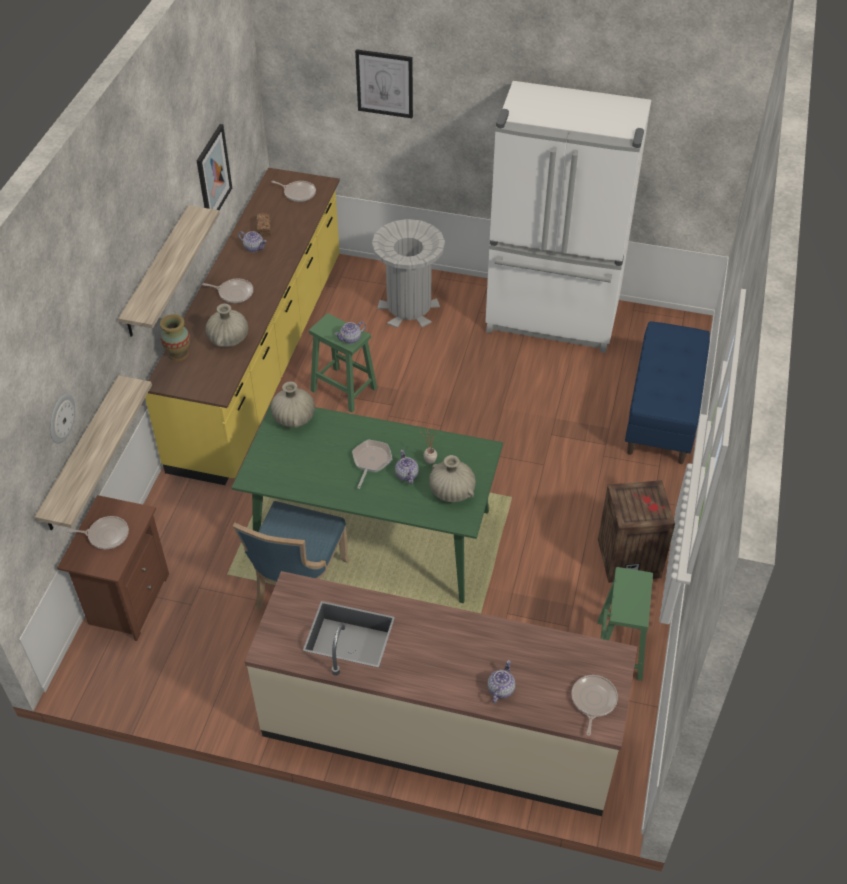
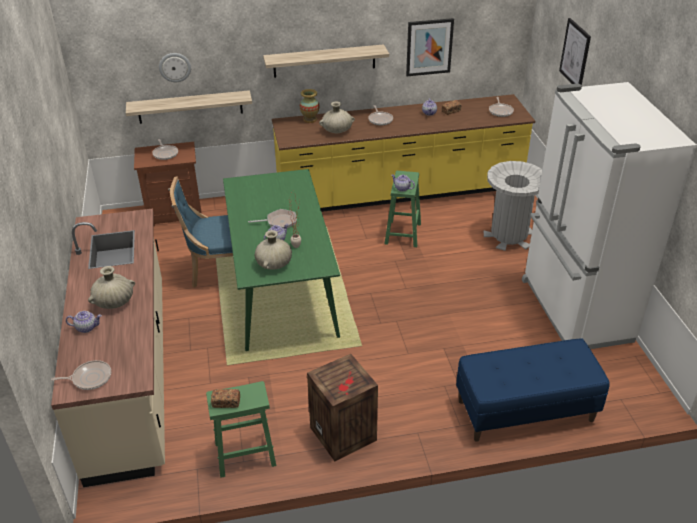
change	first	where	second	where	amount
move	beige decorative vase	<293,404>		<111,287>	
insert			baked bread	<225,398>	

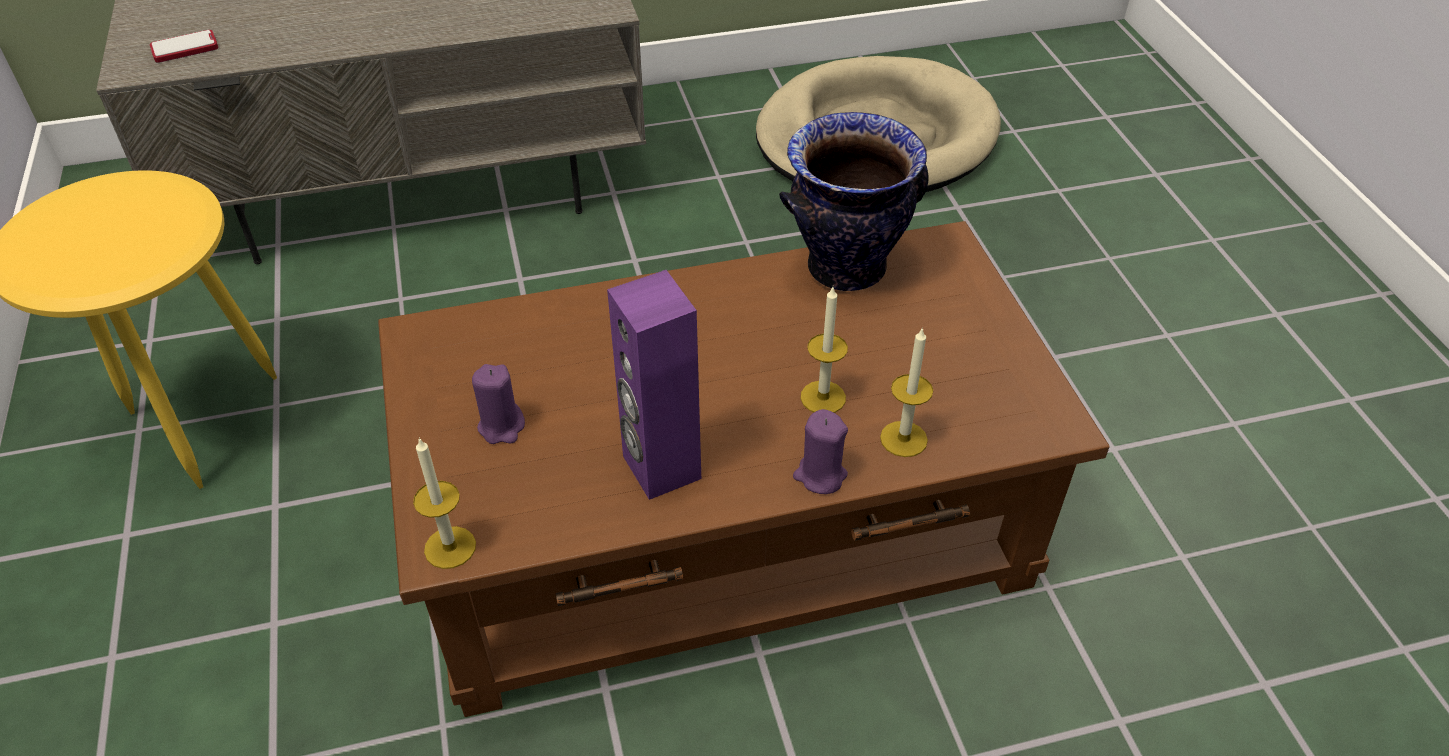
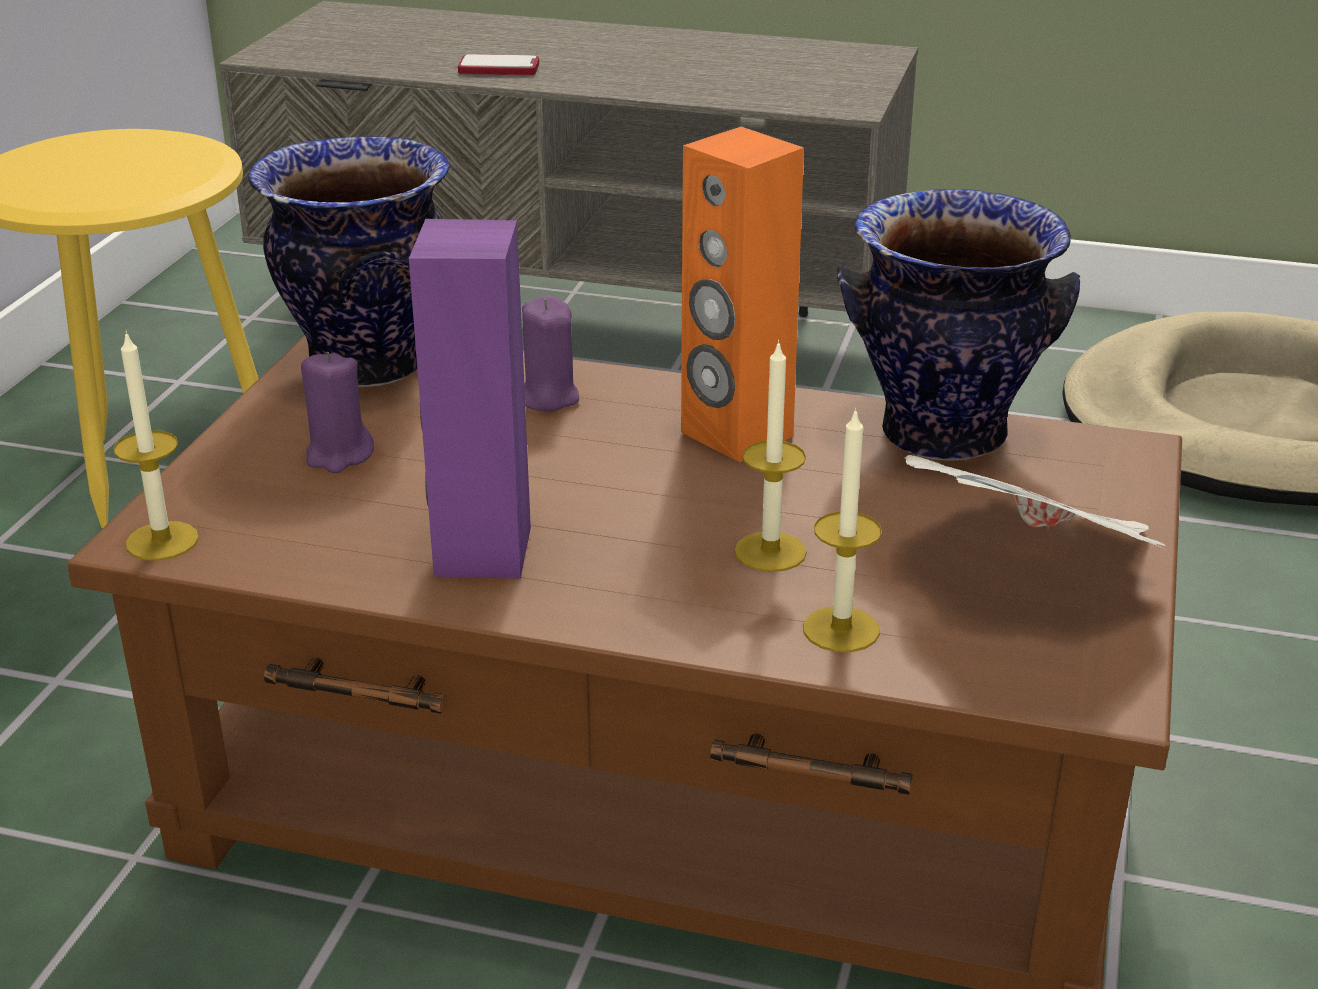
change	first	where	second	where	amount
insert			decorative vase	<349,261>	
move	telephone	<184,46>		<498,64>	
move	purple-coloured candle	<820,451>		<550,353>	
insert			orange-coloured speaker	<742,294>	
insert			printed paper	<1034,502>	

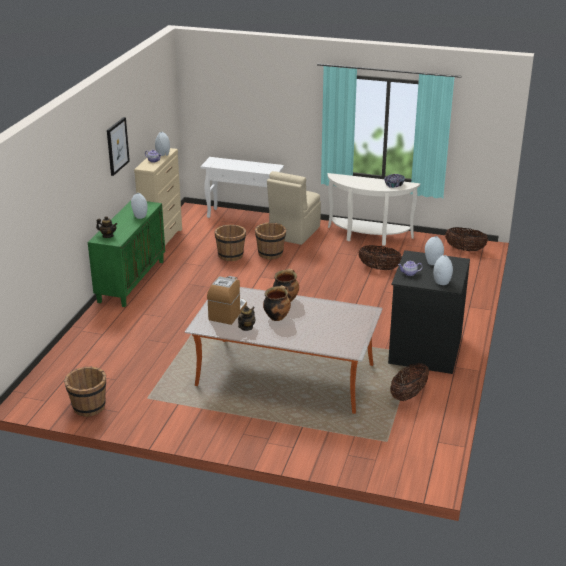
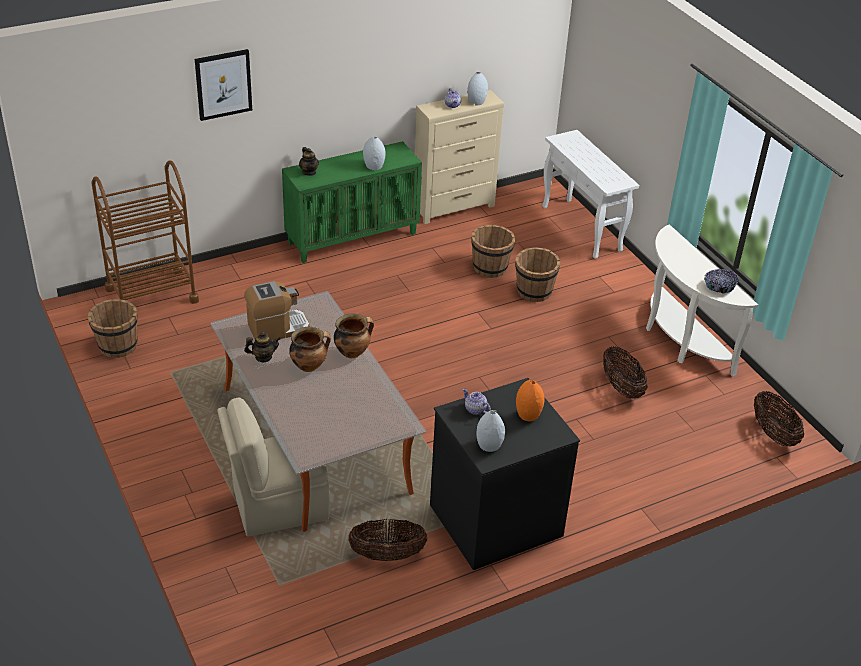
change	first	where	second	where	amount
insert			brownish cart	<145,232>	
move	wall art	<118,146>		<223,85>	
move	beige upright chair	<294,208>		<273,467>	
recolor	gray decorative vase	<434,250>	orange-coloured decorative vase	<530,400>	

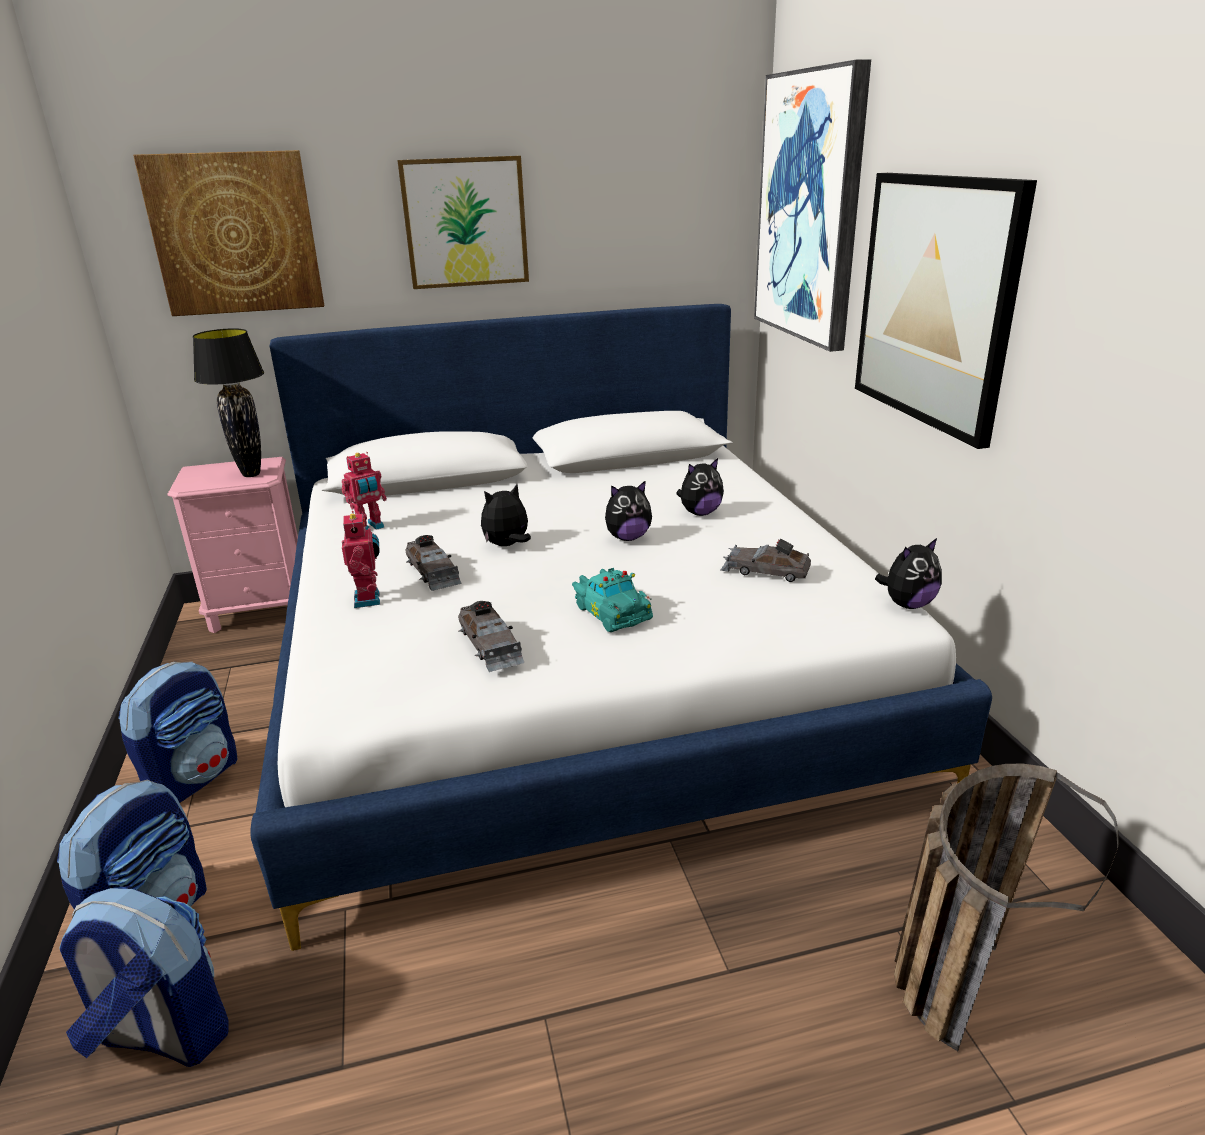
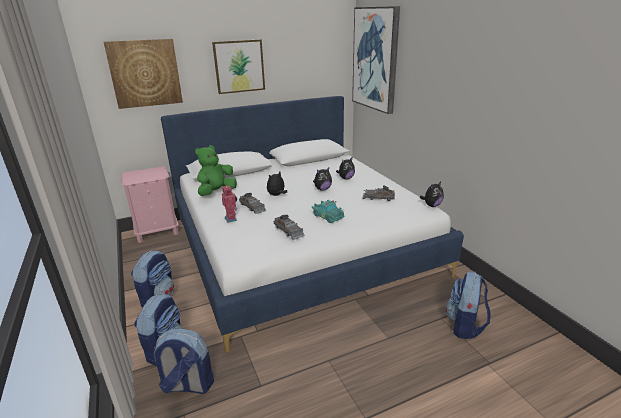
change	first	where	second	where	amount
replace	toy robot	<364,491>	green cuddly toy	<216,170>	
replace	household basket	<1006,907>	knapsack	<468,305>	
delete	black-coloured tabletop lamp	<228,402>			
delete	wall art	<946,311>			

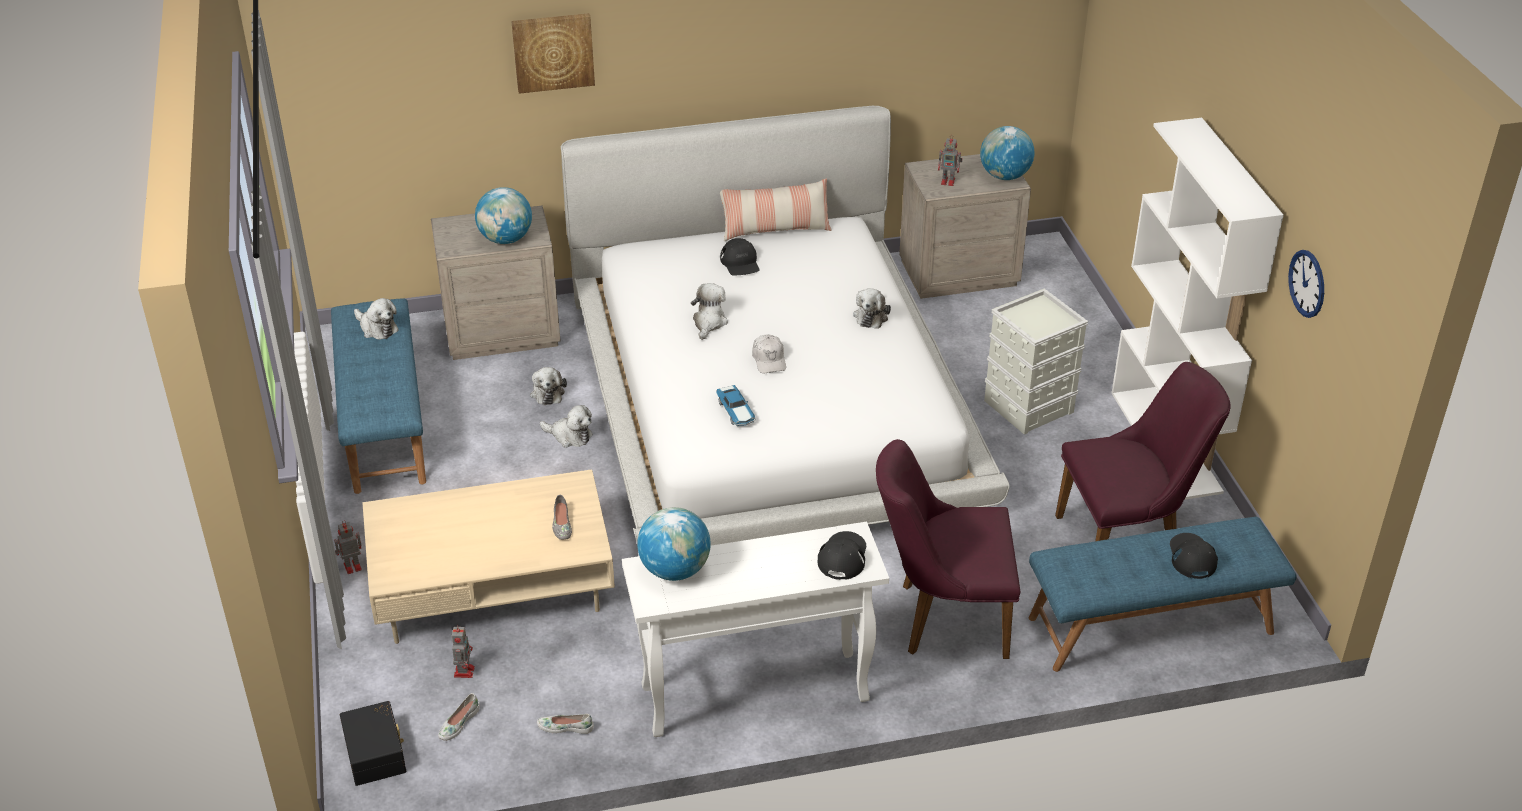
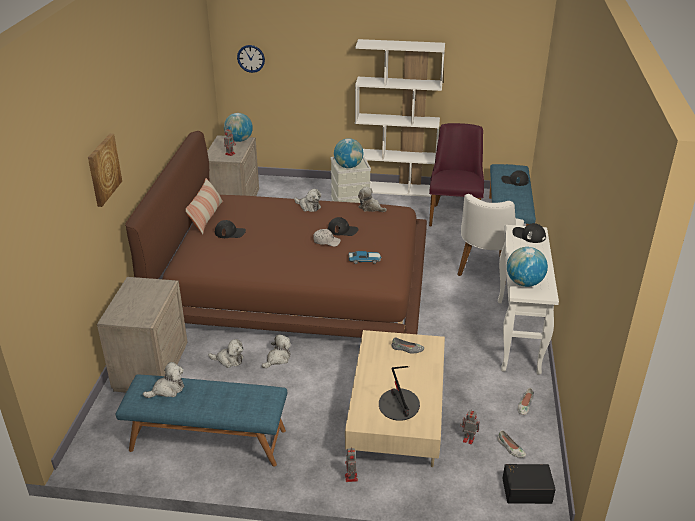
change	first	where	second	where	amount
recolor	white-coloured sleeping bed	<785,325>	brownish sleeping bed	<276,234>	
move	clock on the wall	<1306,284>		<251,59>	
insert			black-coloured cap	<343,226>	
move	world globe	<503,215>		<348,153>	
move	cuddly toy	<709,311>		<372,199>	
insert			tabletop lamp	<399,393>	
recolor	purple-coloured upright chair	<948,549>	white-coloured upright chair	<490,239>	

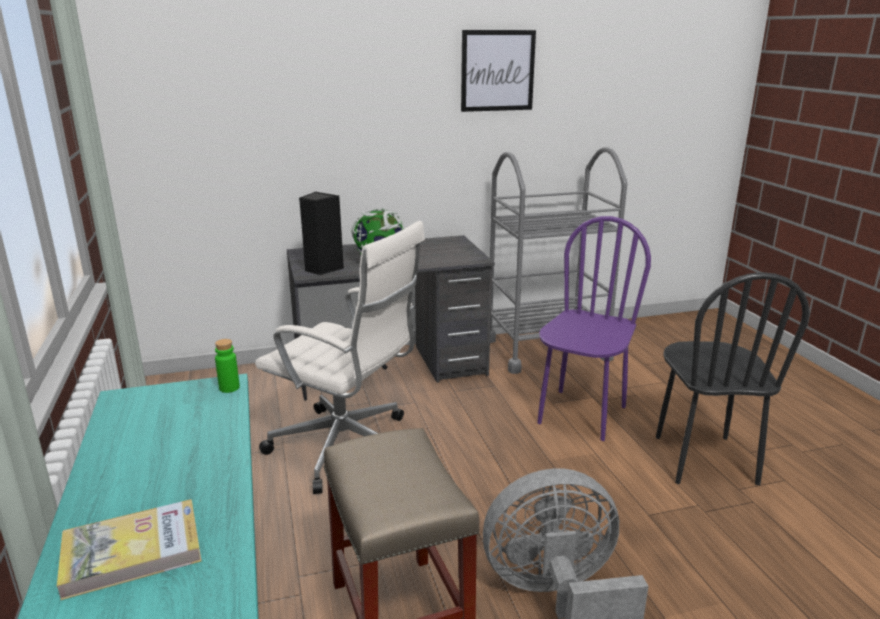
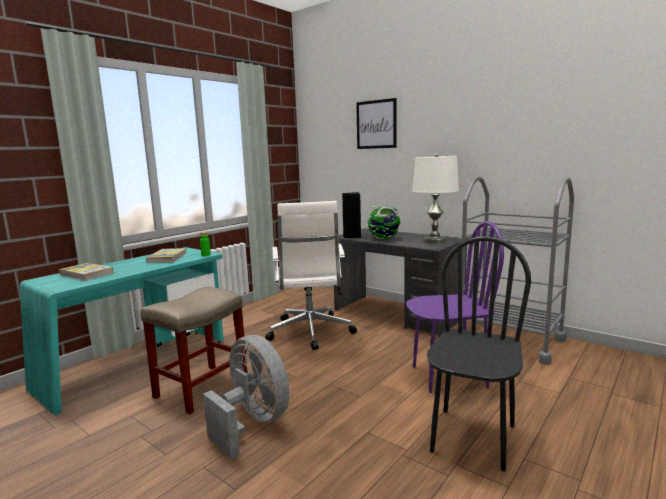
change	first	where	second	where	amount
insert			bound book	<166,255>	
move	wall art	<498,71>		<376,123>	
insert			white-coloured tabletop lamp	<435,198>	
rotate	black-coloured upright chair	<733,378>		<479,353>	150 degrees clockwise

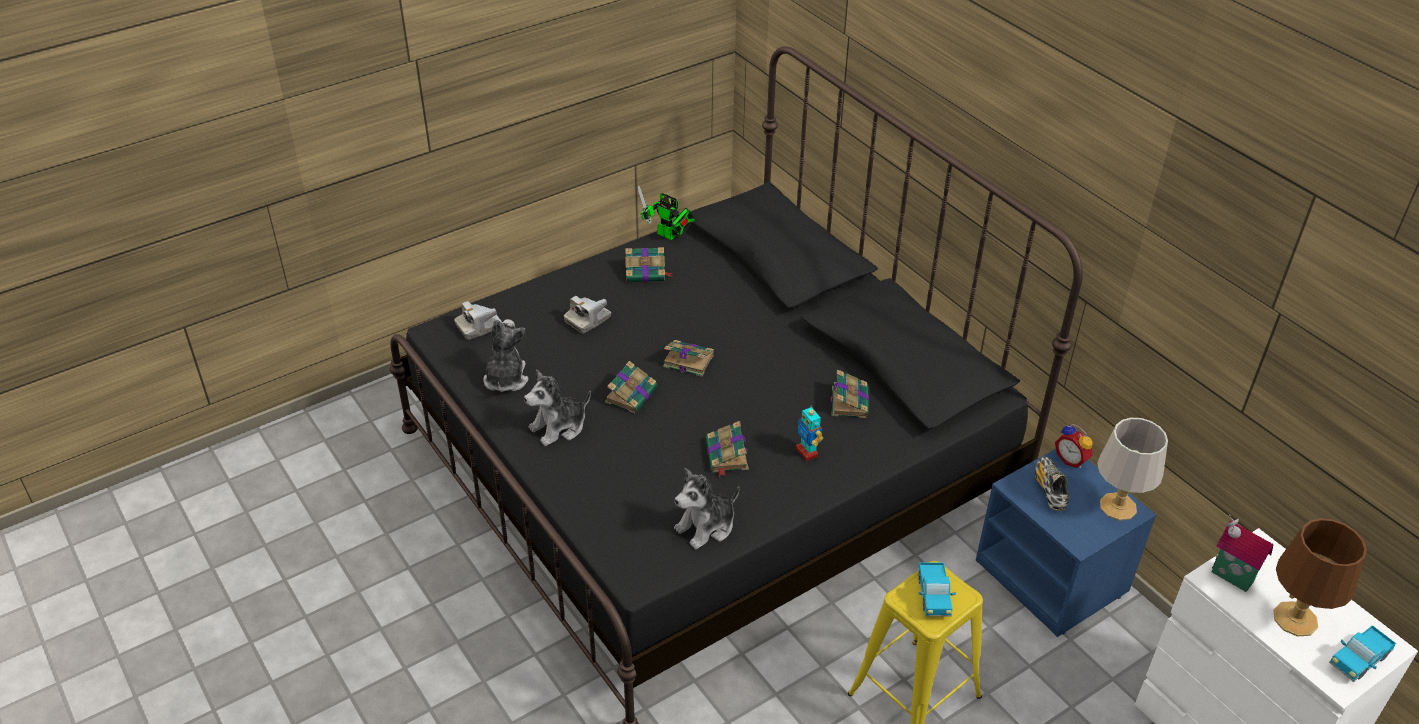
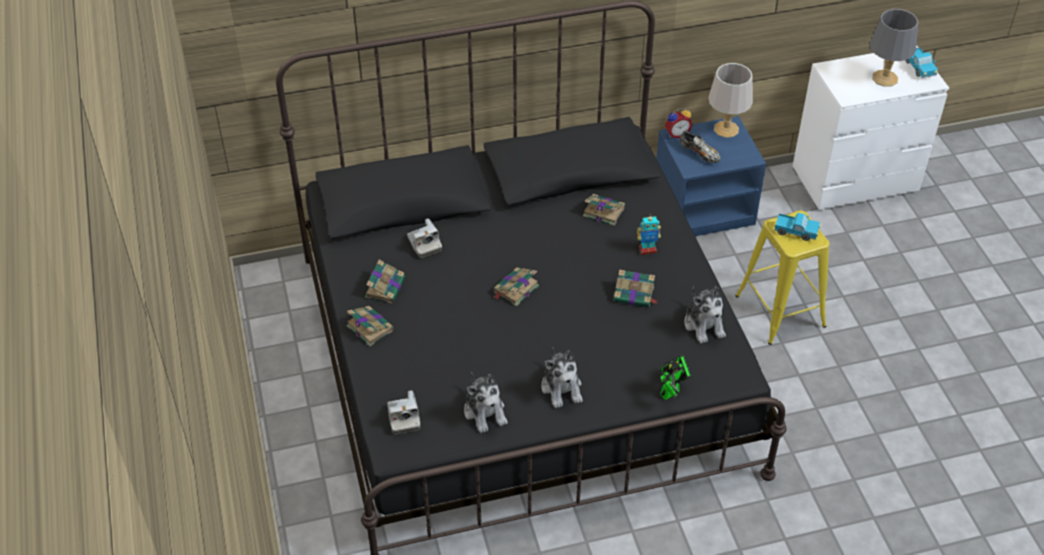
change	first	where	second	where	amount
move	bound book	<631,387>		<370,326>	
move	photo camera	<587,315>		<424,238>	
rotate	cuddly toy	<505,355>		<485,402>	135 degrees counterclockwise
move	toy robot	<666,212>		<675,377>	
rotate	item of footwear	<1052,484>		<700,146>	150 degrees counterclockwise
recolor	brownish tabletop lamp	<1320,577>	gray tabletop lamp	<894,48>	
delete	toy house	<1243,553>			

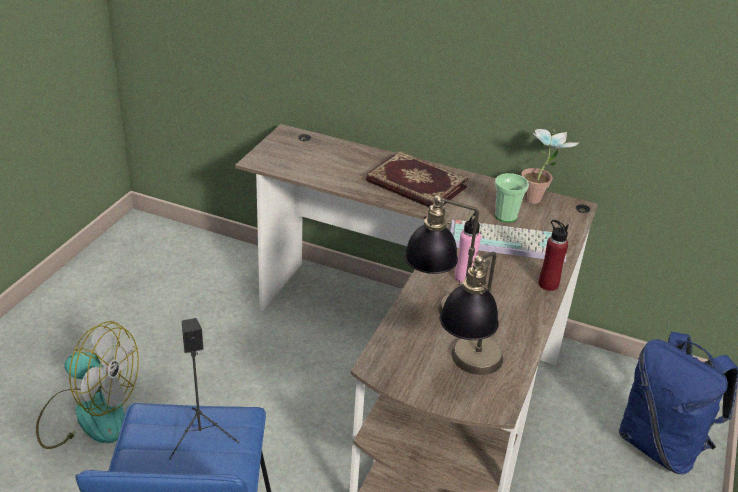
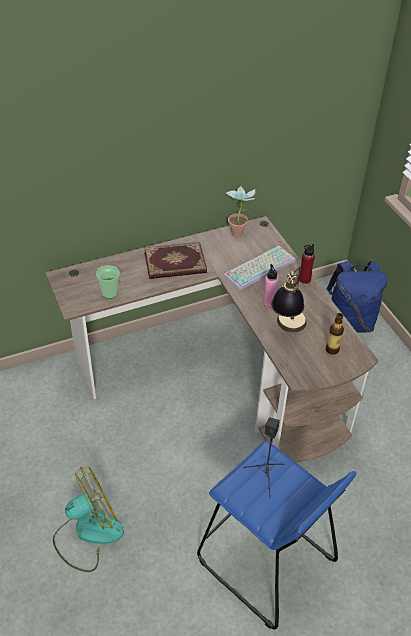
change	first	where	second	where	amount
move	drinking cup	<512,197>		<108,282>	
replace	tabletop lamp	<471,313>	bottle	<335,334>	

